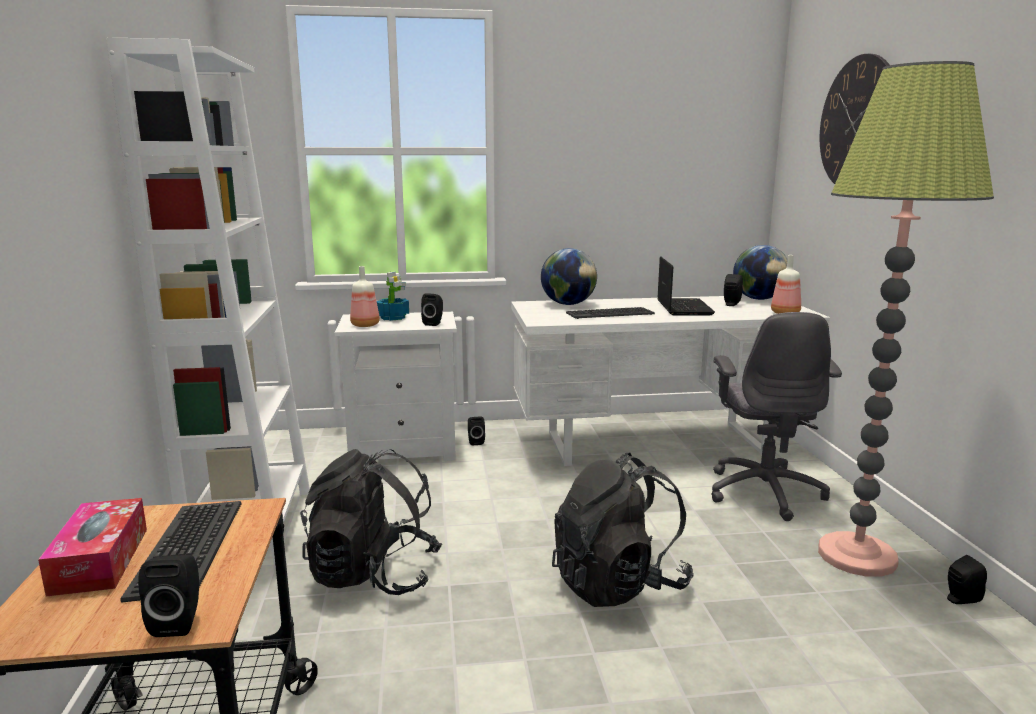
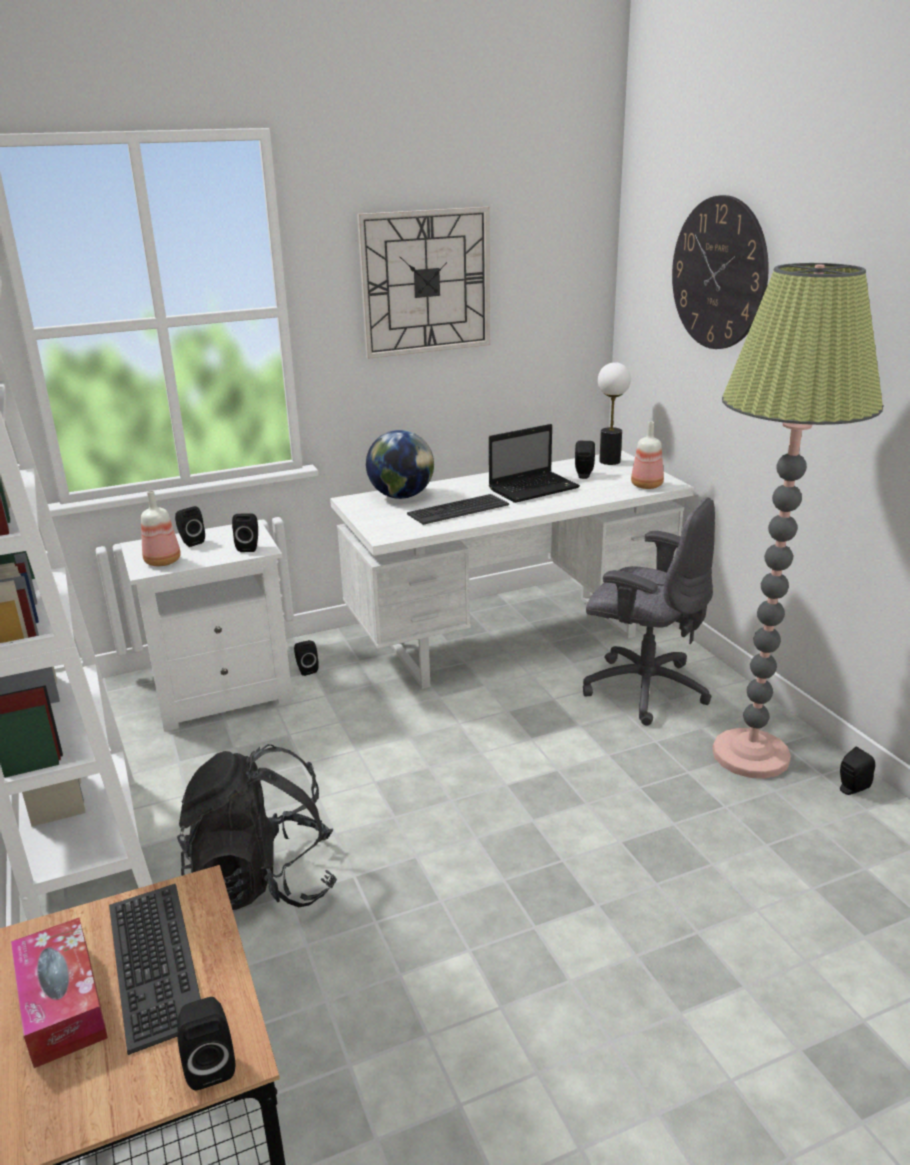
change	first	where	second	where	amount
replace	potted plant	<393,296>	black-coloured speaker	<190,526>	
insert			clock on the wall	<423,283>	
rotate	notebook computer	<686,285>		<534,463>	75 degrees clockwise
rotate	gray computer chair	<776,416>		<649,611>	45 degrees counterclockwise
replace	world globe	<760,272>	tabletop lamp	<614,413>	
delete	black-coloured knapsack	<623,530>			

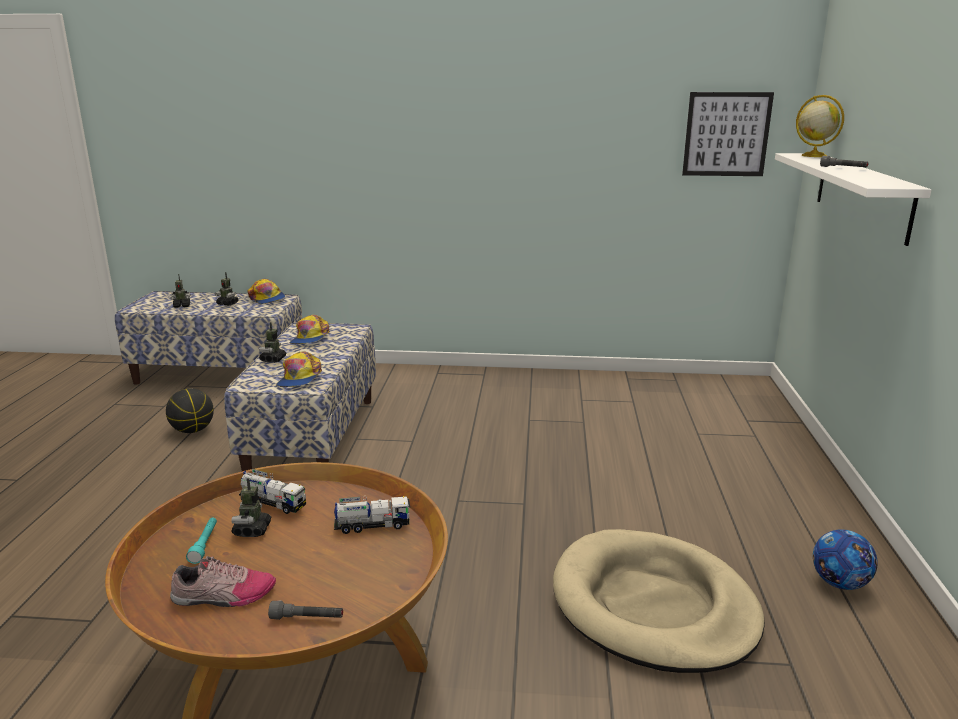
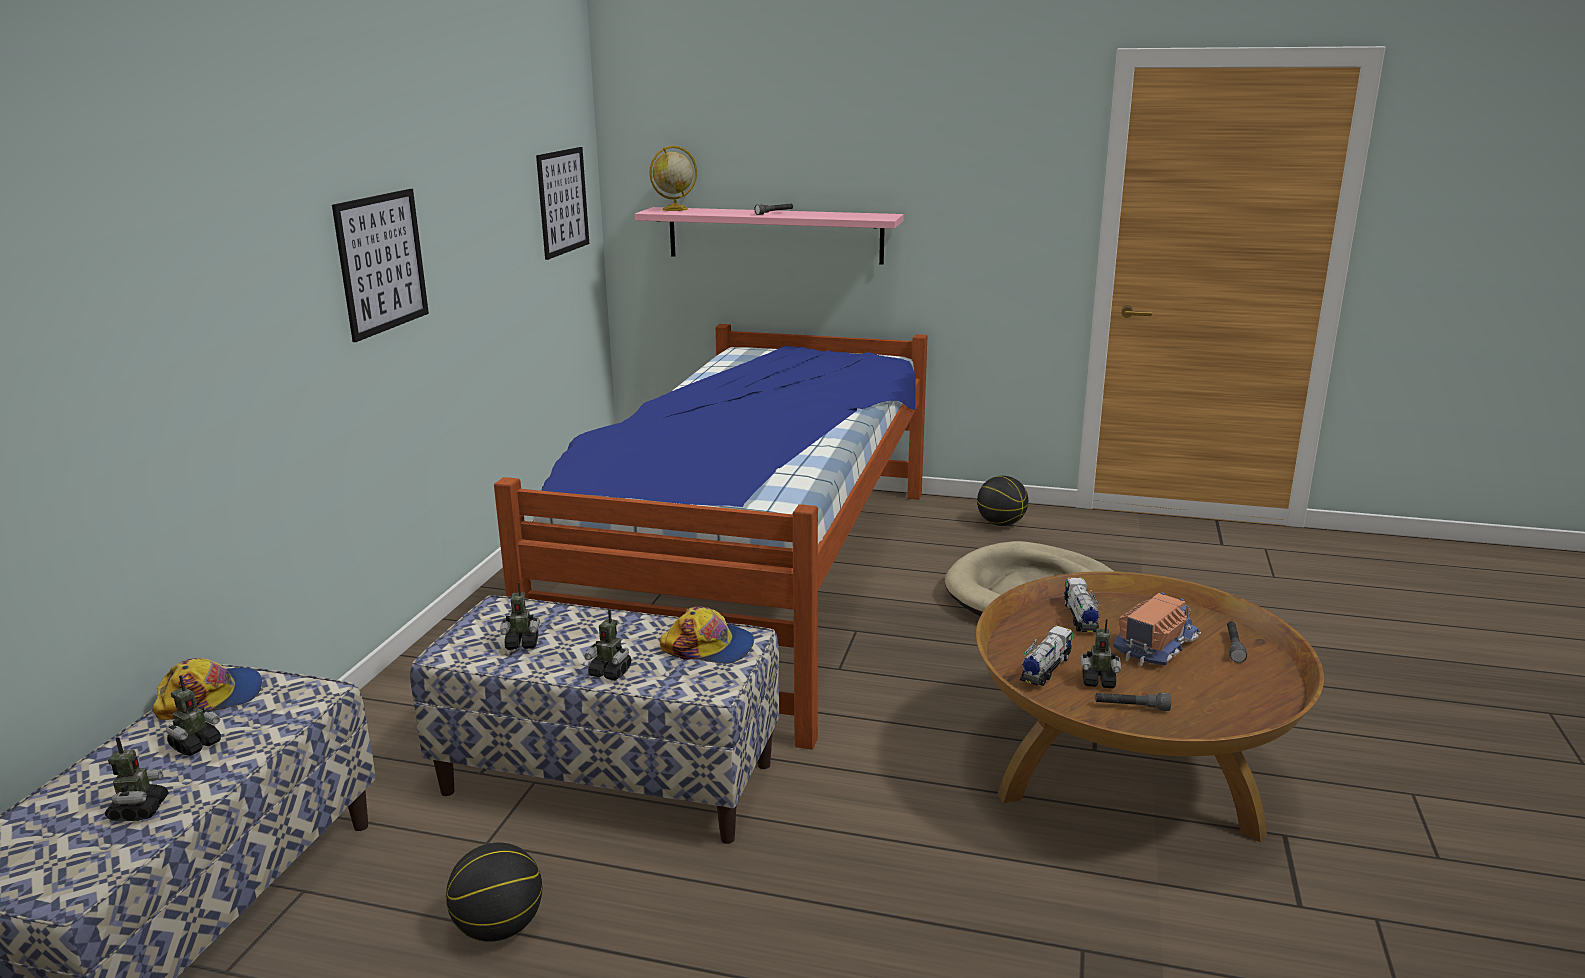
change	first	where	second	where	amount
insert			wall art	<380,265>	
insert			sleeping bed	<710,537>	
replace	cap	<309,329>	toy robot	<520,616>	
recolor	white-coloured bracket shelf	<853,199>	pink bracket shelf	<769,236>	
replace	ball for football	<845,559>	basketball	<1002,501>	
recolor	turquoise torch	<201,541>	gray torch	<1133,702>	
insert			toy lorry	<1157,629>	
delete	item of footwear	<223,581>			

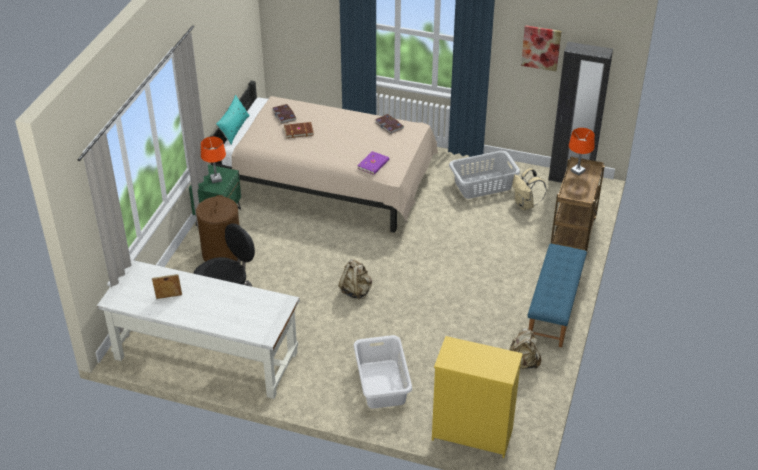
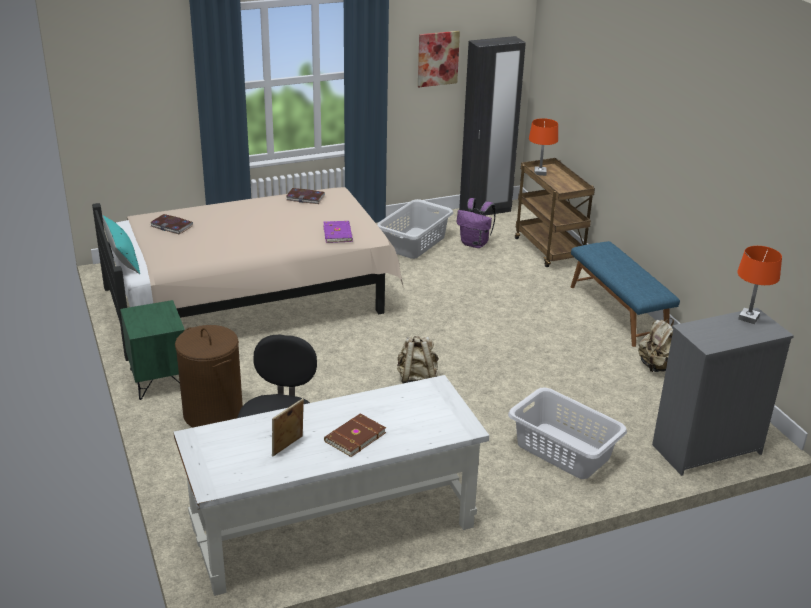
change	first	where	second	where	amount
move	brownish bound book	<299,130>		<355,435>	
recolor	beige knapsack	<529,189>	purple-coloured knapsack	<476,223>	
recolor	yellow-coloured chest of drawers	<477,397>	gray chest of drawers	<723,392>	
move	orange-coloured tabletop lamp	<213,160>		<759,285>	

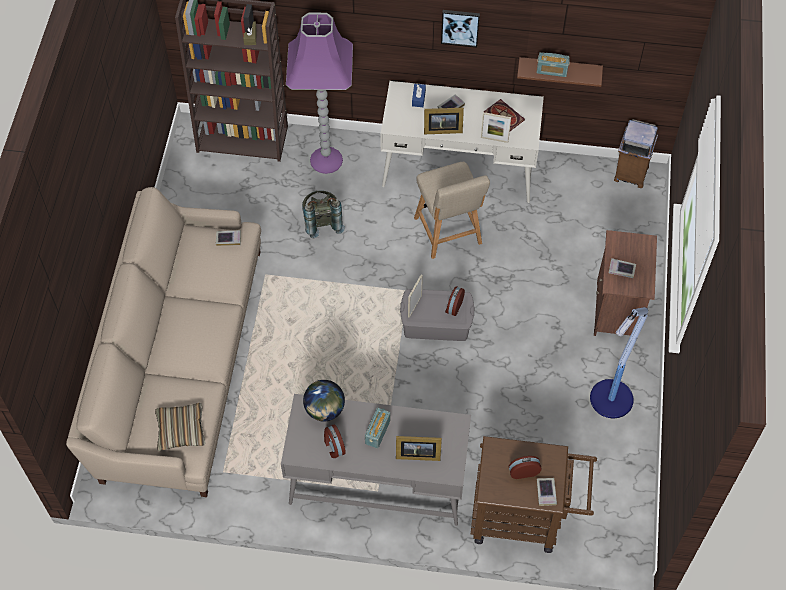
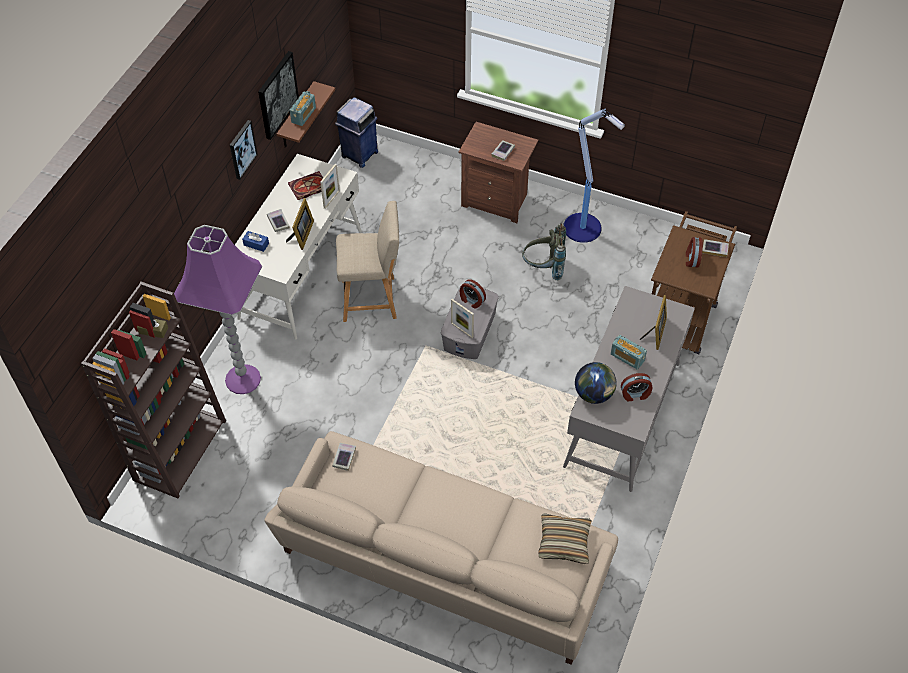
change	first	where	second	where	amount
insert			wall art	<278,95>	
recolor	brownish trash can	<636,153>	blue-coloured trash can	<356,132>	
move	gray knapsack	<323,214>		<544,251>	

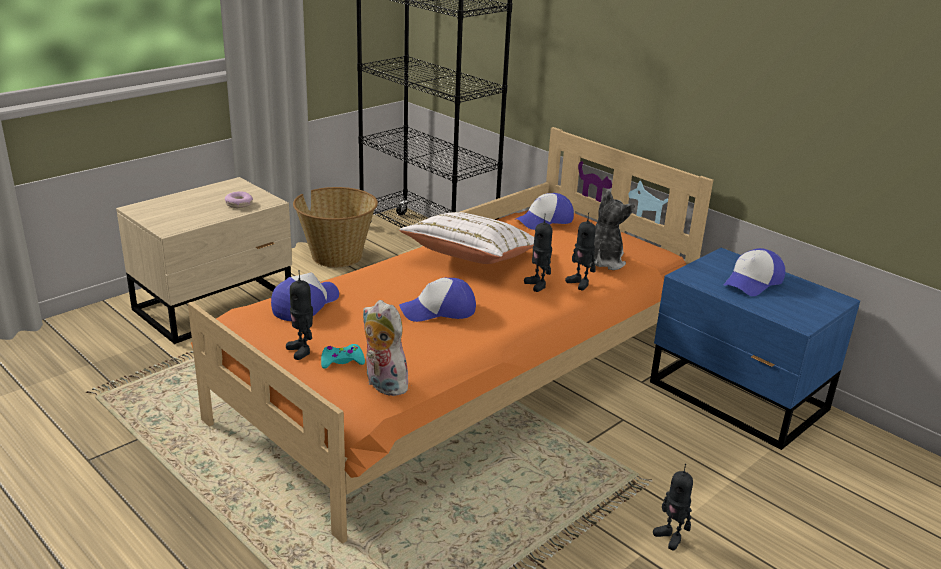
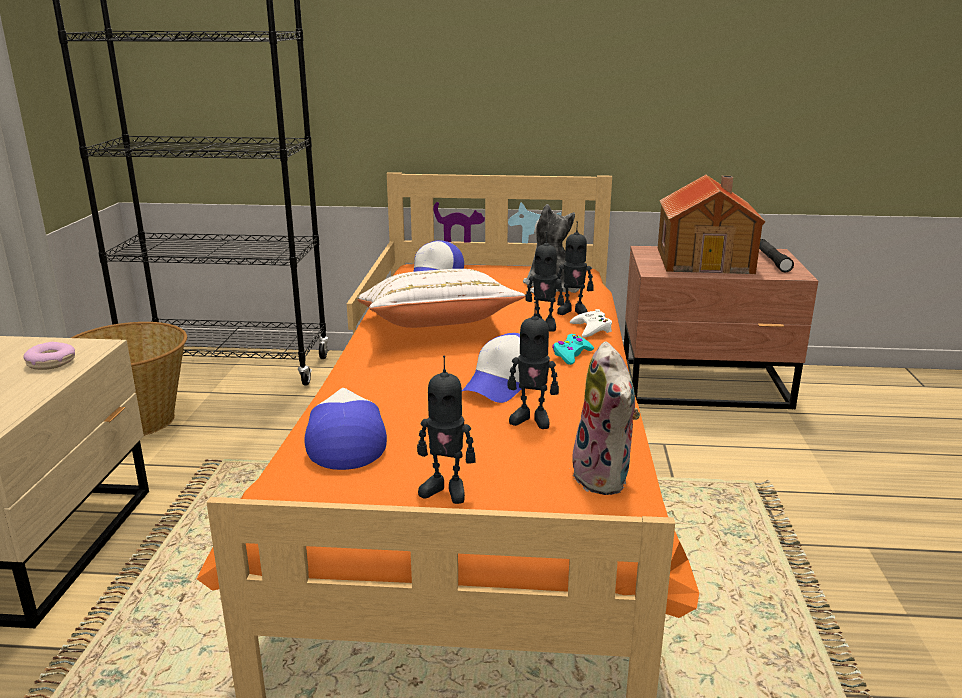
change	first	where	second	where	amount
move	toy robot	<673,507>		<533,365>	
move	turquoise gamepad	<343,356>		<573,349>	
rotate	cuddly toy	<386,348>		<603,418>	105 degrees counterclockwise
insert			white-coloured gamepad	<591,323>	
recolor	blue-coloured night table	<755,349>	brownish night table	<721,327>	
replace	cap	<754,272>	toy house	<712,224>	
insert			black-coloured torch	<776,256>	

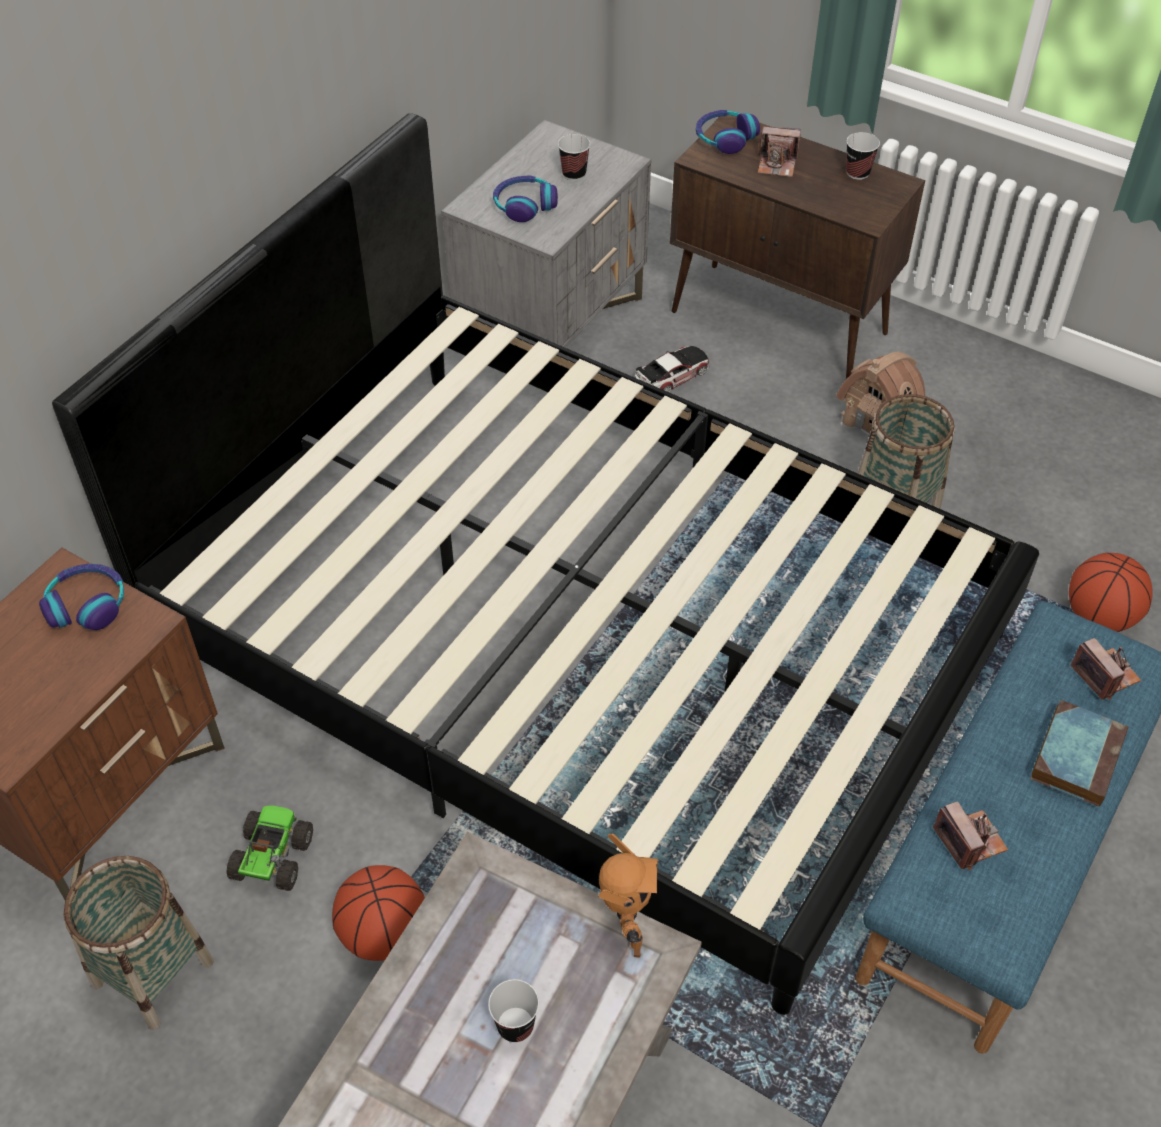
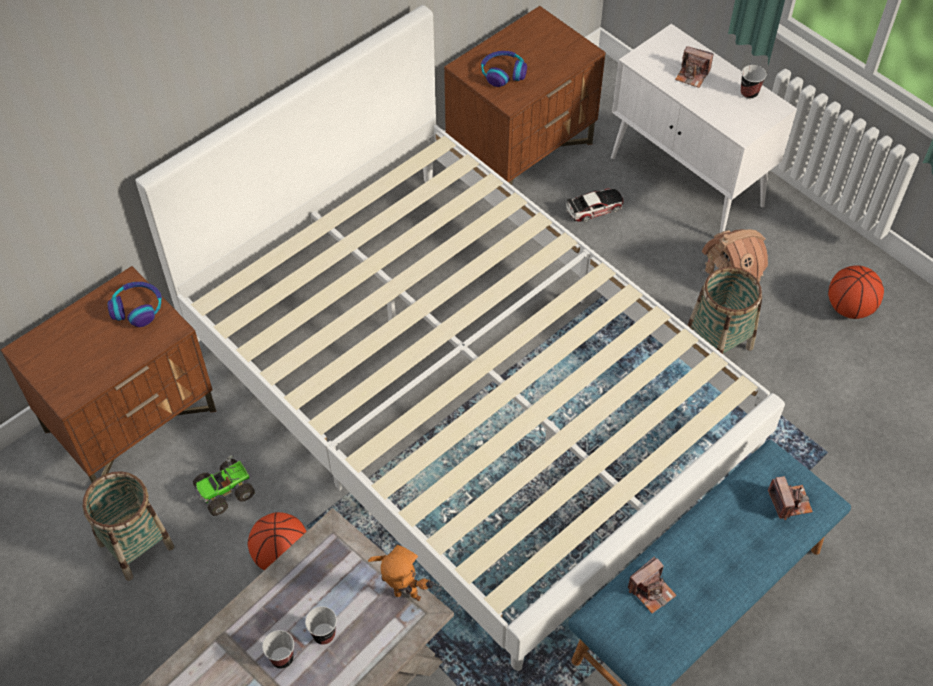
change	first	where	second	where	amount
recolor	black-coloured sleeping bed	<545,564>	white-coloured sleeping bed	<460,338>	
rotate	toy lorry	<269,848>		<224,485>	150 degrees counterclockwise
move	drinking cup	<574,157>		<278,649>	
rotate	toy robot	<628,895>		<402,573>	75 degrees counterclockwise
recolor	gray night table	<546,234>	brownish night table	<525,95>	
recolor	brownish storage cabinet	<797,247>	white-coloured storage cabinet	<704,128>	
rotate	photo camera	<970,836>		<652,584>	60 degrees clockwise
move	basketball	<1111,592>		<856,292>	
delete	headphones	<728,132>			
delete	bound book	<1079,753>			

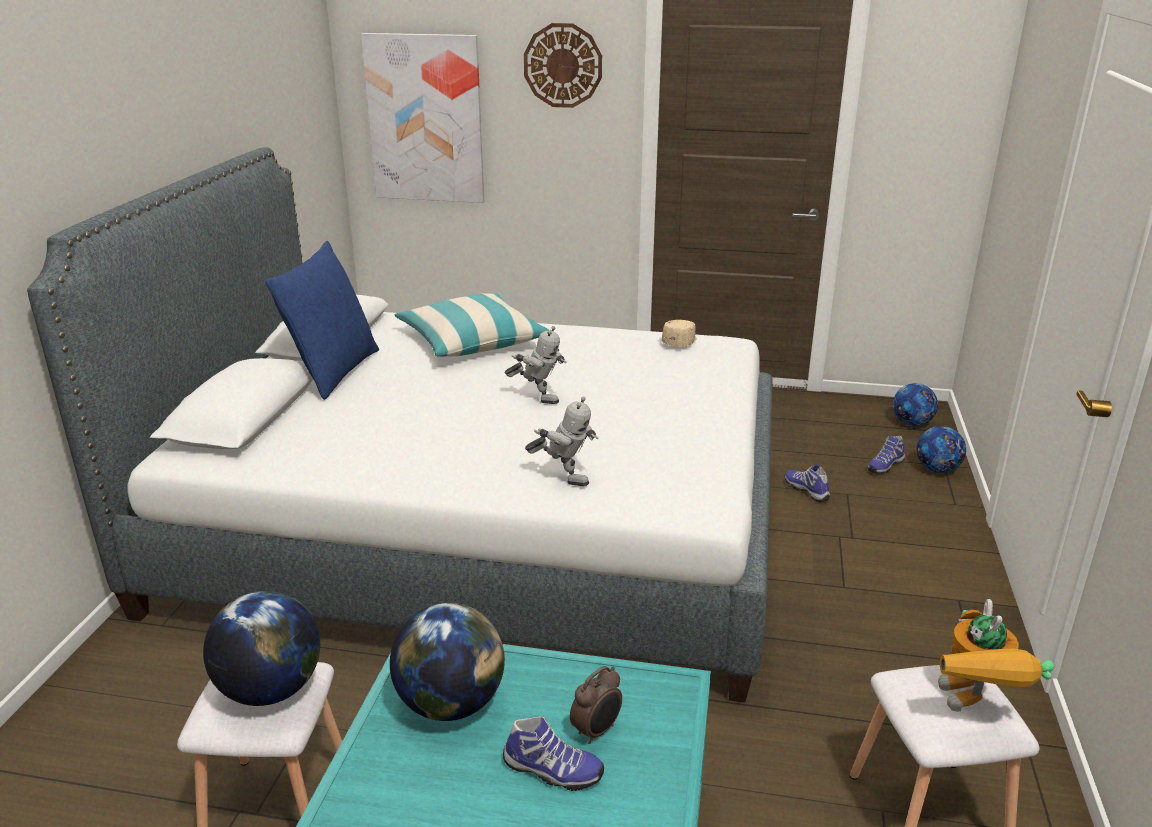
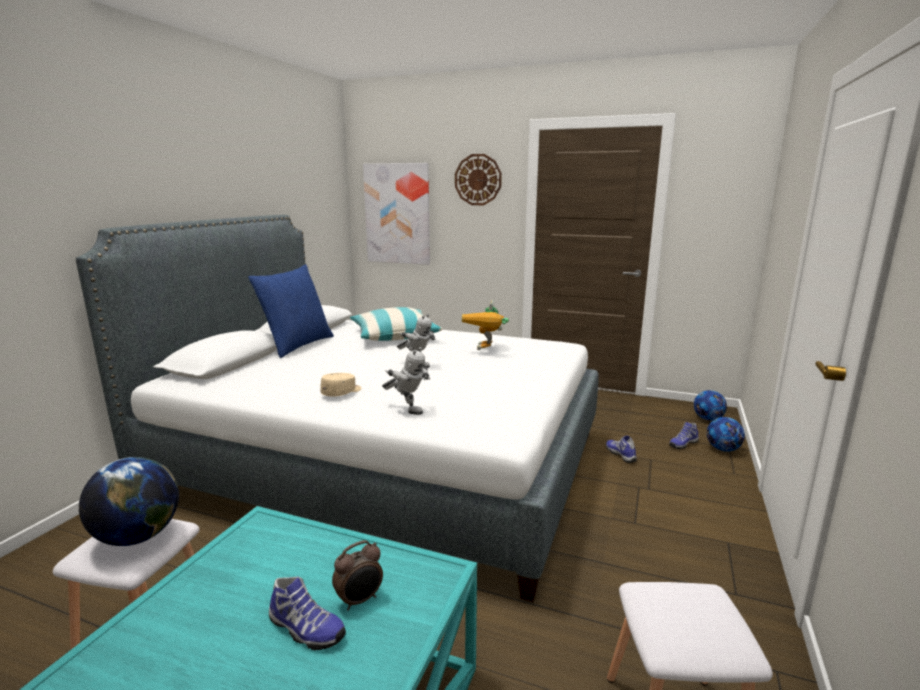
change	first	where	second	where	amount
move	beige cap	<679,333>		<340,385>	
move	toy robot	<996,655>		<485,325>	
delete	world globe	<447,662>			

